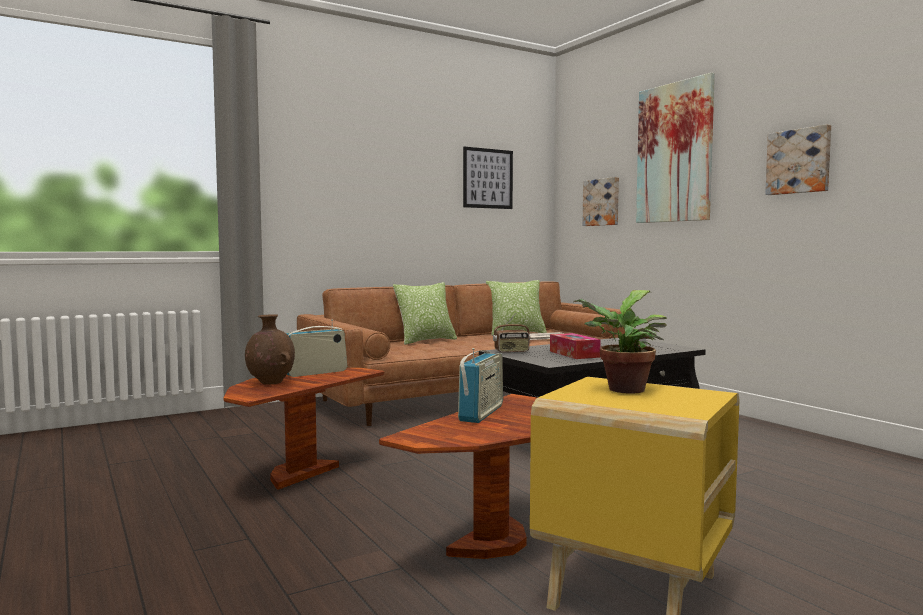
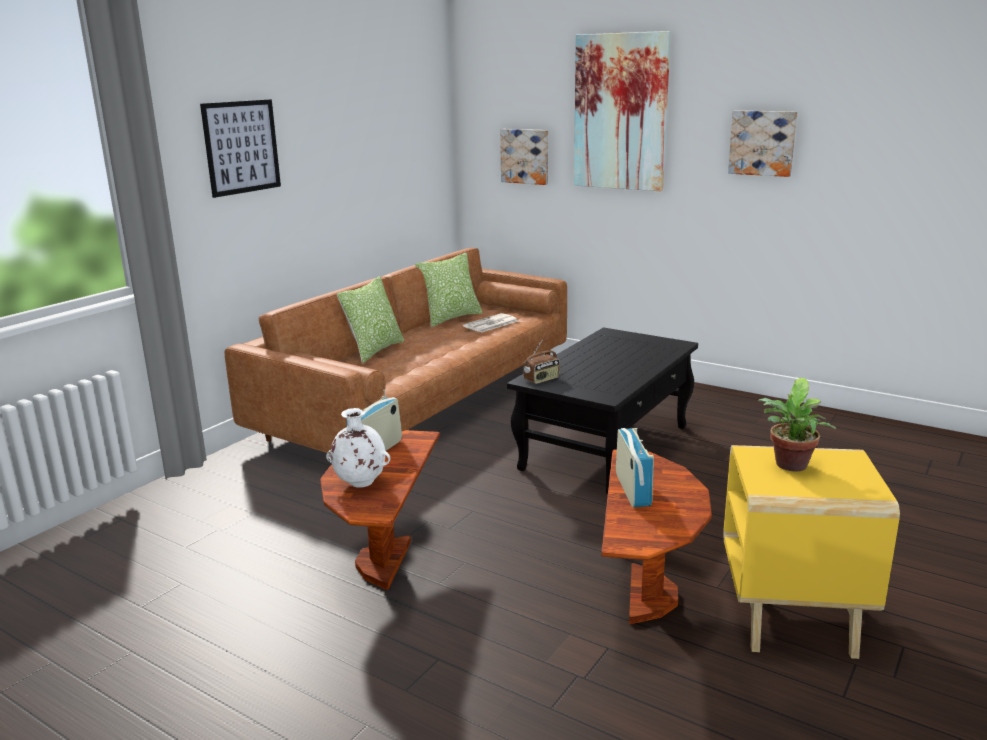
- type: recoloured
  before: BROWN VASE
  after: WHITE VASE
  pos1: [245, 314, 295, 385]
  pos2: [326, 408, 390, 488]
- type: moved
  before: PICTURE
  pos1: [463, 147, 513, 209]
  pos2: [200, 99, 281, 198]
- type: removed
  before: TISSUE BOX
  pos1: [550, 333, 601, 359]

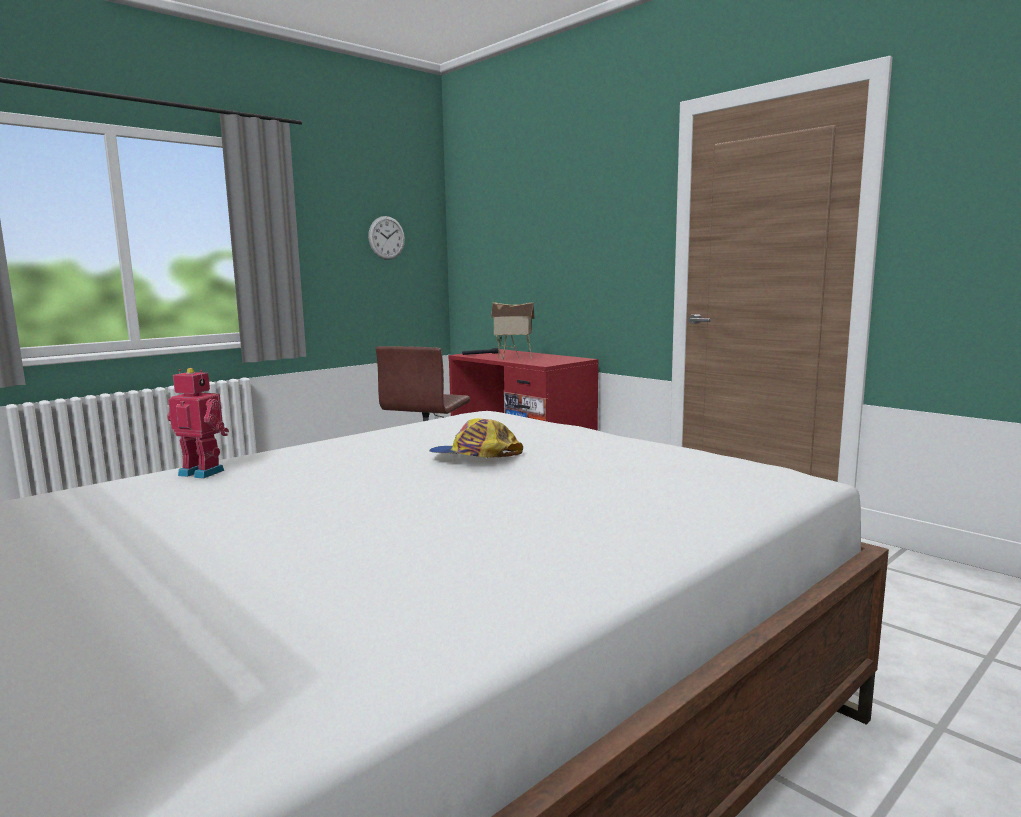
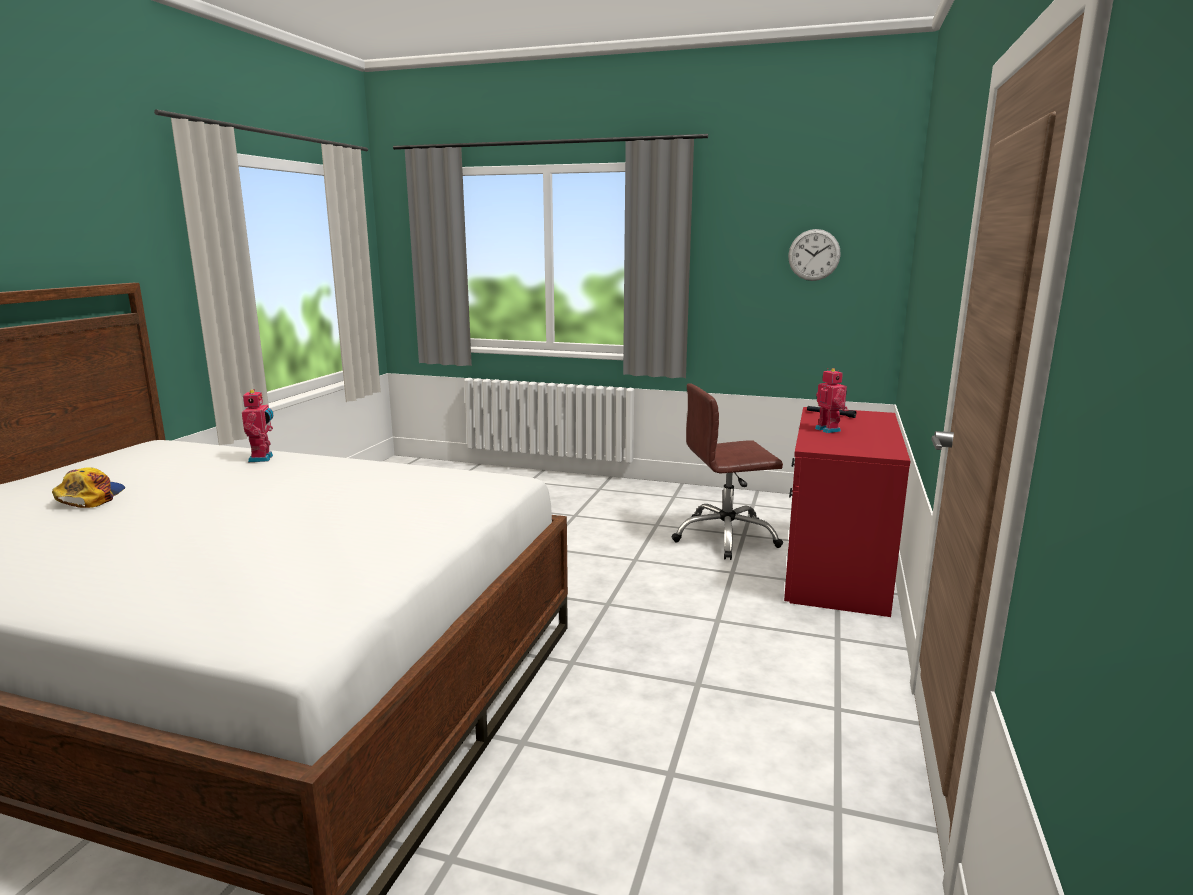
- type: moved
  before: CAP
  pos1: [429, 418, 523, 458]
  pos2: [52, 467, 125, 508]
- type: replaced
  before: TOY HOUSE
  after: TOY ROBOT
  pos1: [491, 302, 535, 360]
  pos2: [815, 368, 848, 433]

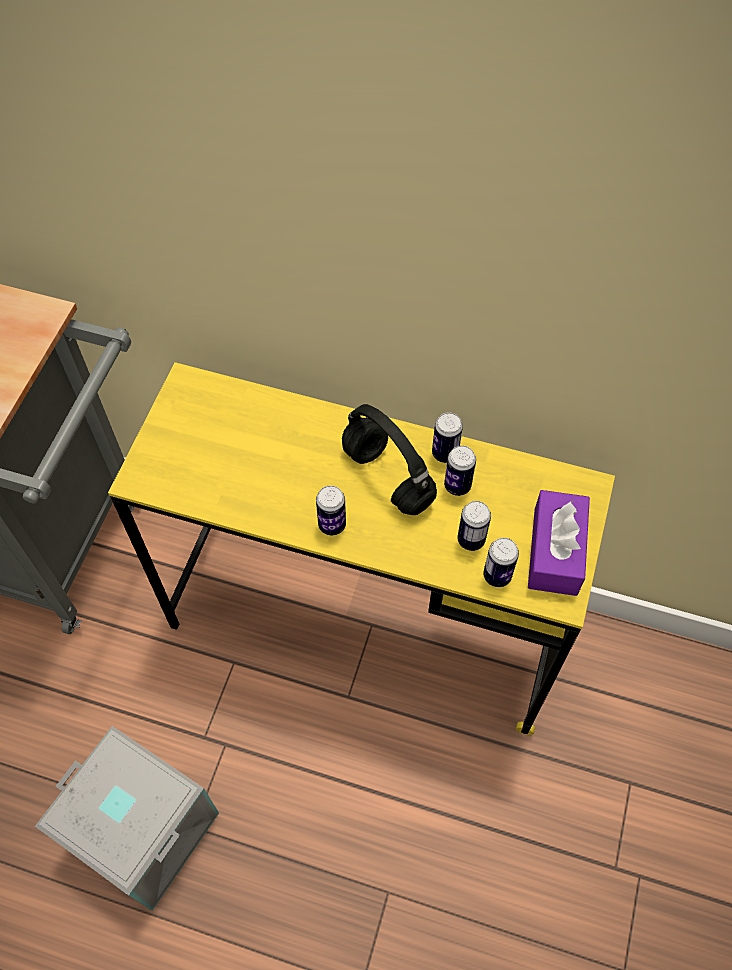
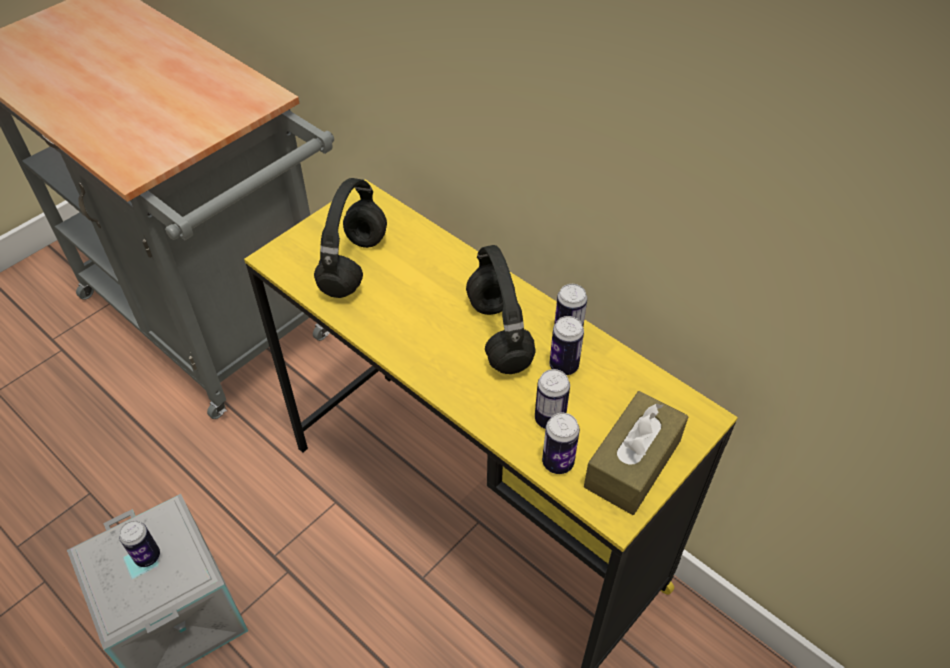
- type: moved
  before: CAN
  pos1: [316, 485, 346, 535]
  pos2: [119, 521, 160, 567]
- type: recoloured
  before: PURPLE TISSUE BOX
  after: BROWN TISSUE BOX
  pos1: [528, 490, 590, 596]
  pos2: [584, 391, 688, 515]
- type: added
  after: BLACK HEADPHONES
  pos2: [314, 178, 387, 298]

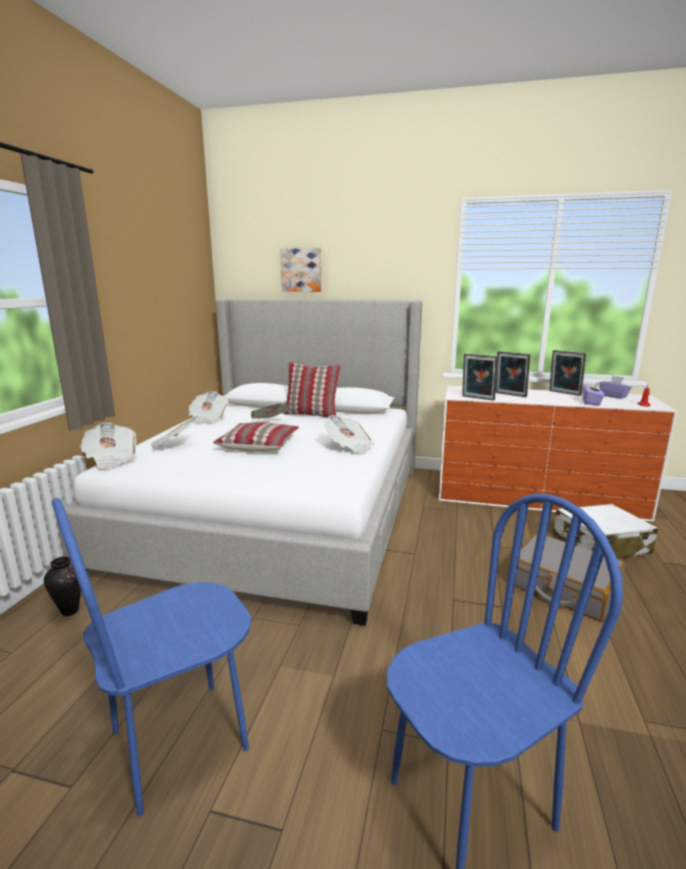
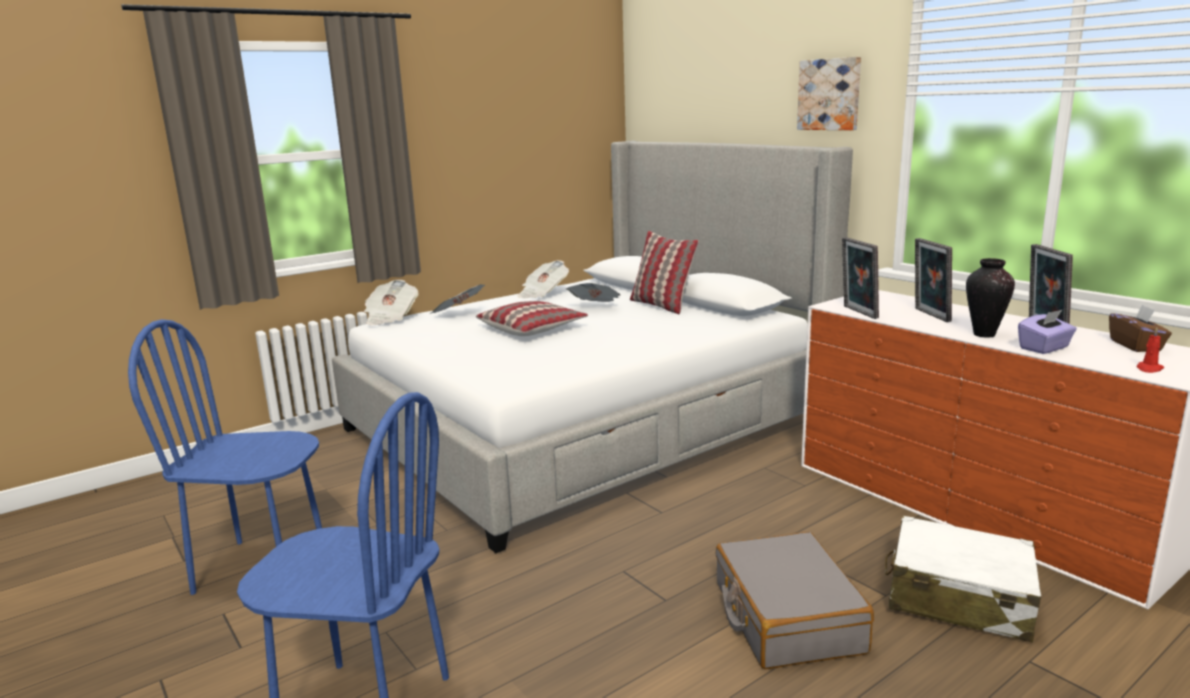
- type: moved
  before: VASE
  pos1: [44, 556, 81, 616]
  pos2: [966, 258, 1015, 338]
- type: moved
  before: PICTURE
  pos1: [280, 248, 322, 292]
  pos2: [797, 57, 861, 130]
- type: removed
  before: NEWSPAPER
  pos1: [324, 415, 374, 455]
- type: recoloured
  before: PURPLE TISSUE BOX
  after: BROWN TISSUE BOX
  pos1: [599, 376, 632, 399]
  pos2: [1109, 305, 1172, 352]

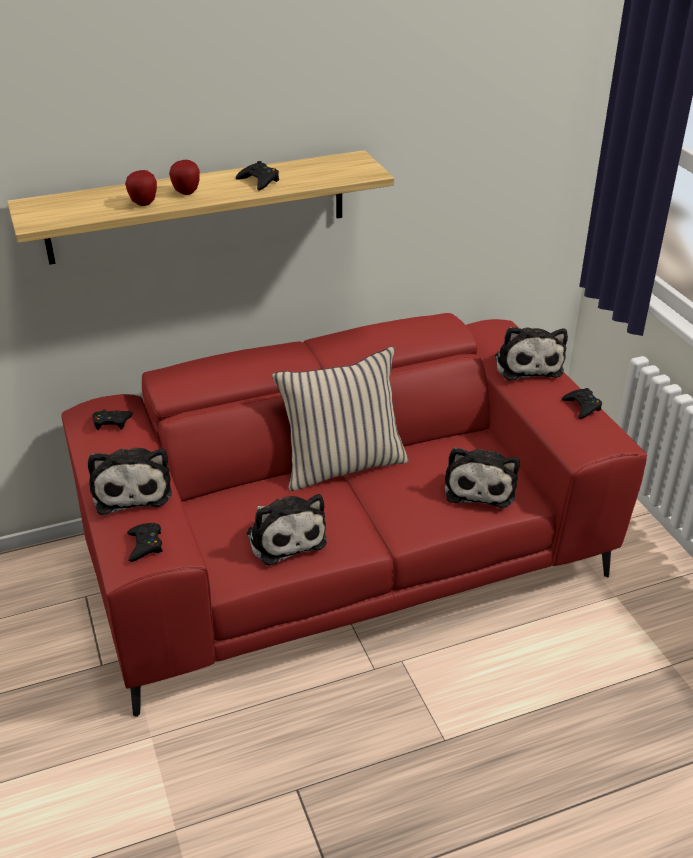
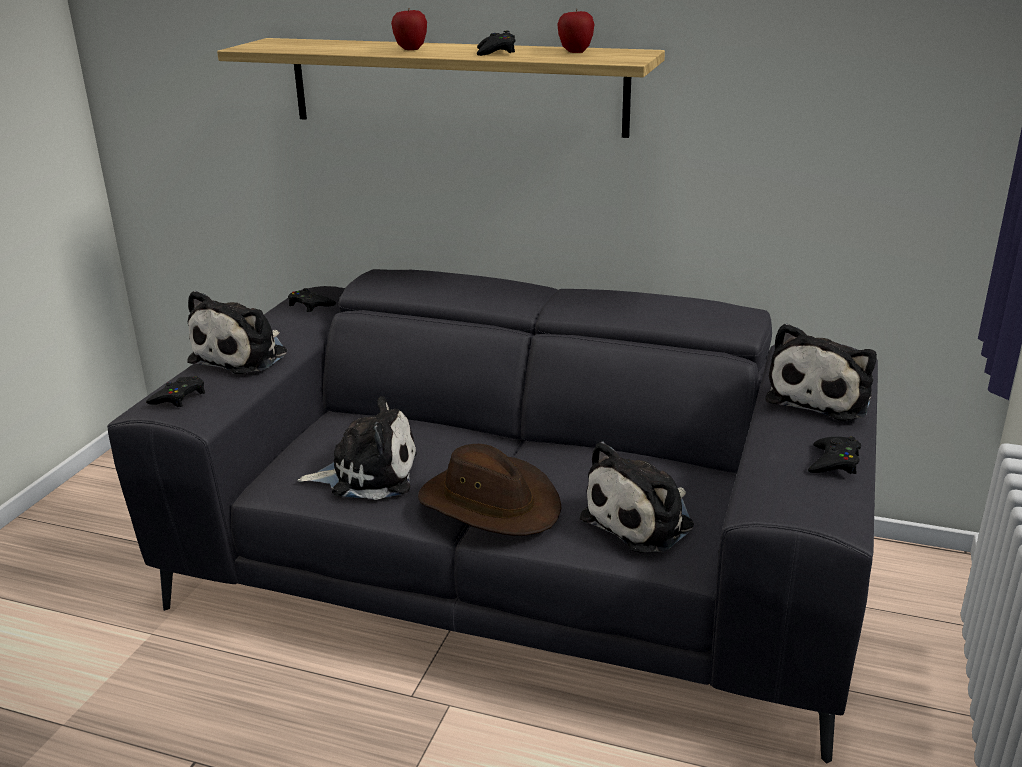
- type: recoloured
  before: RED SOFA
  after: GREY SOFA
  pos1: [61, 313, 647, 717]
  pos2: [107, 269, 878, 764]
- type: moved
  before: APPLE
  pos1: [125, 170, 157, 206]
  pos2: [557, 9, 594, 53]
- type: turned
  before: PLUSH TOY
  pos1: [247, 494, 327, 566]
  pos2: [298, 396, 416, 500]
  turn: -105
- type: removed
  before: BEIGE PILLOW
  pos1: [272, 347, 409, 491]
- type: added
  after: BROWN HAT
  pos2: [418, 444, 562, 536]

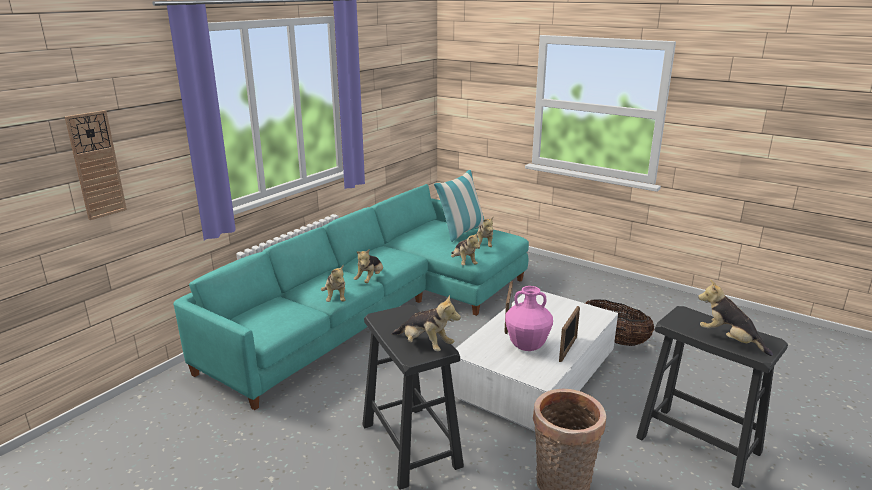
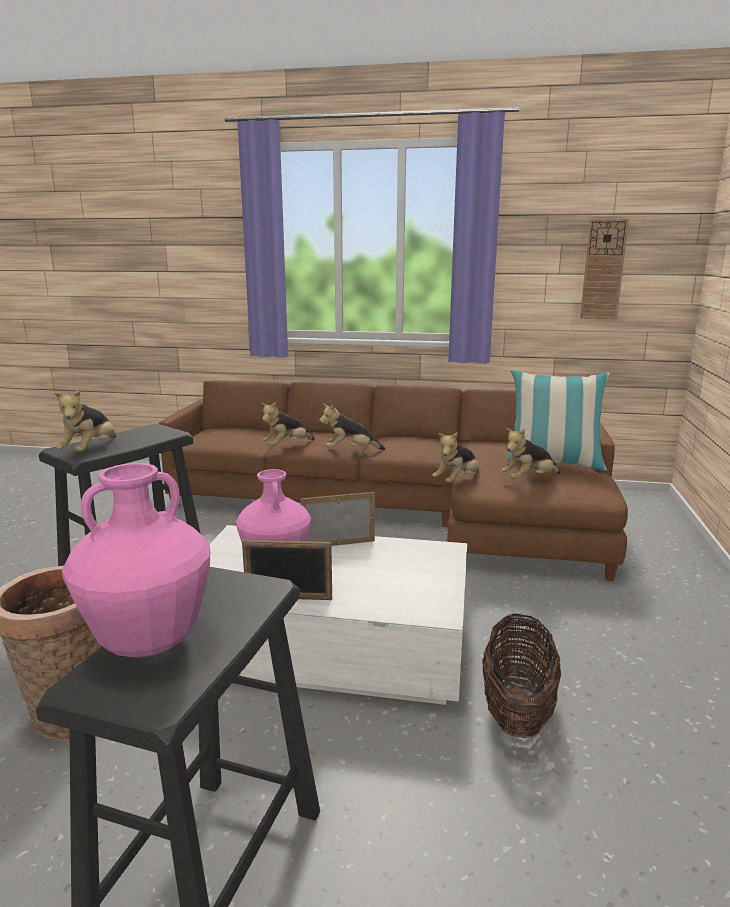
- type: moved
  before: WALL CLOCK
  pos1: [65, 110, 127, 220]
  pos2: [580, 219, 629, 319]
- type: recoloured
  before: TURQUOISE SOFA
  after: BROWN SOFA
  pos1: [173, 184, 529, 410]
  pos2: [158, 380, 628, 581]
- type: replaced
  before: PLUSH TOY
  after: PINK VASE
  pos1: [698, 279, 773, 356]
  pos2: [62, 463, 210, 658]

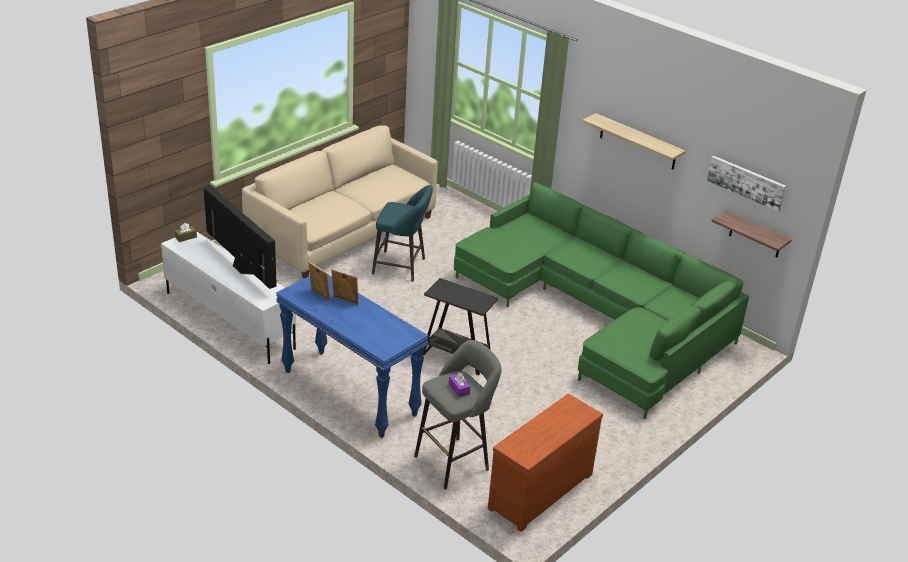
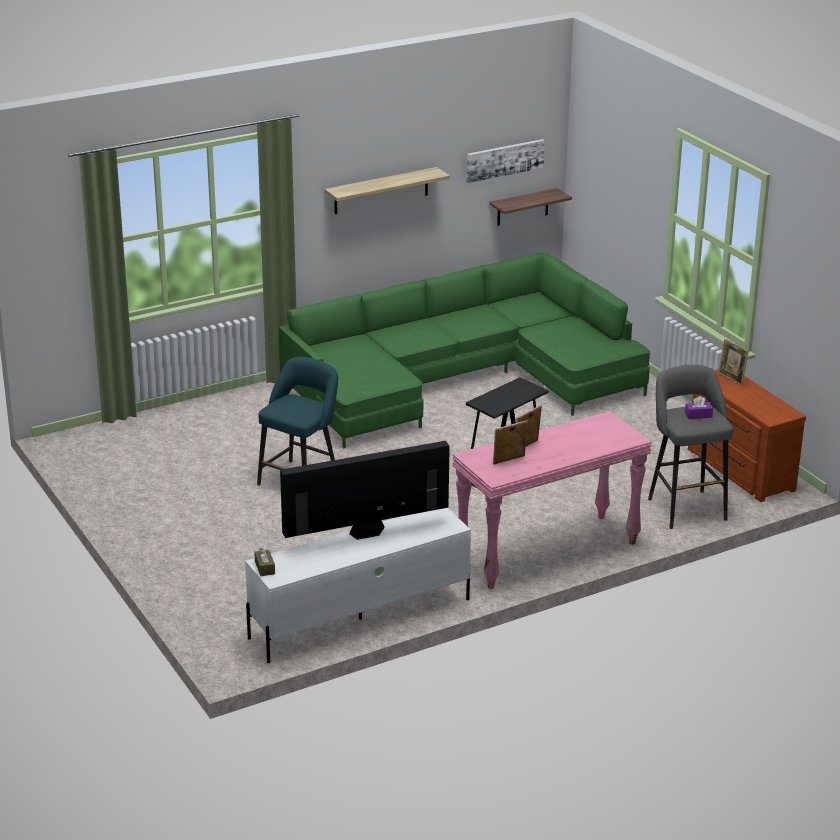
- type: removed
  before: BEIGE SOFA
  pos1: [242, 125, 438, 279]
- type: recoloured
  before: BLUE CONSOLE TABLE
  after: PINK CONSOLE TABLE
  pos1: [276, 275, 429, 438]
  pos2: [452, 411, 652, 590]
- type: added
  after: PICTURE FRAME
  pos2: [718, 339, 749, 385]

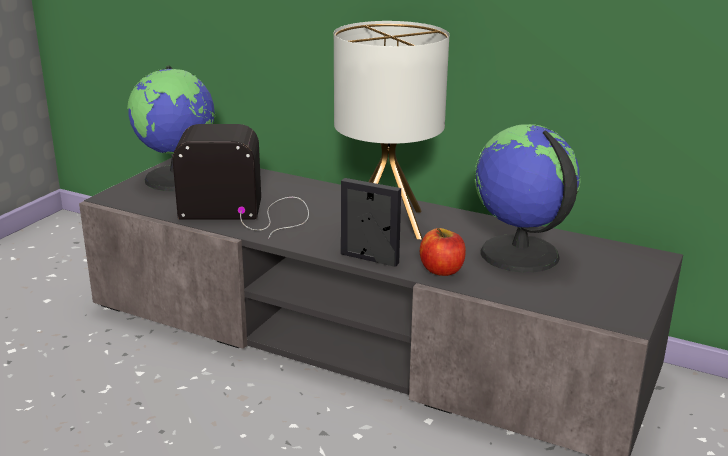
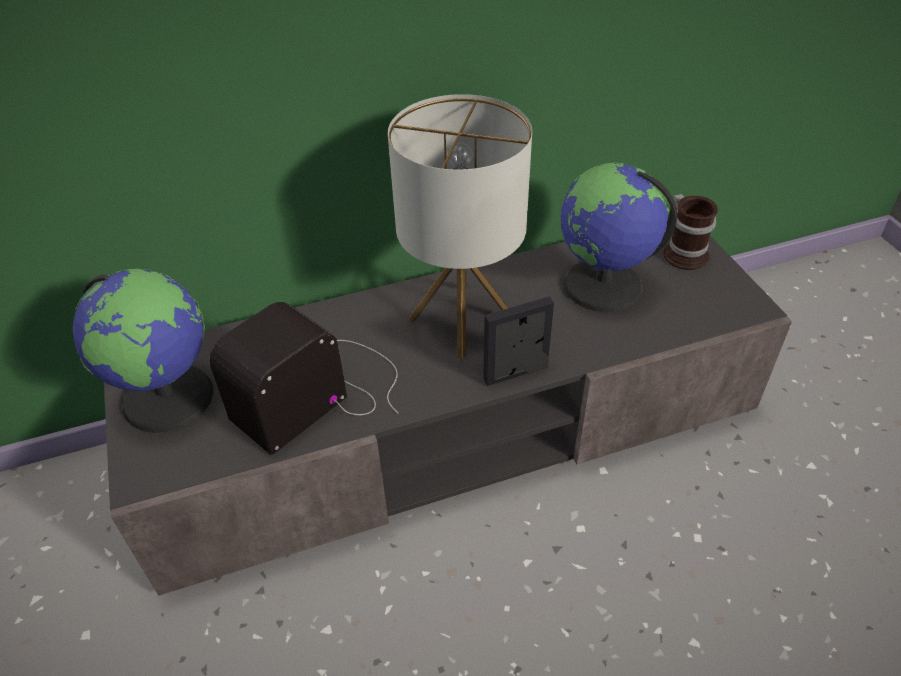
- type: removed
  before: APPLE
  pos1: [420, 228, 466, 276]
- type: added
  after: MUG
  pos2: [663, 194, 718, 270]

